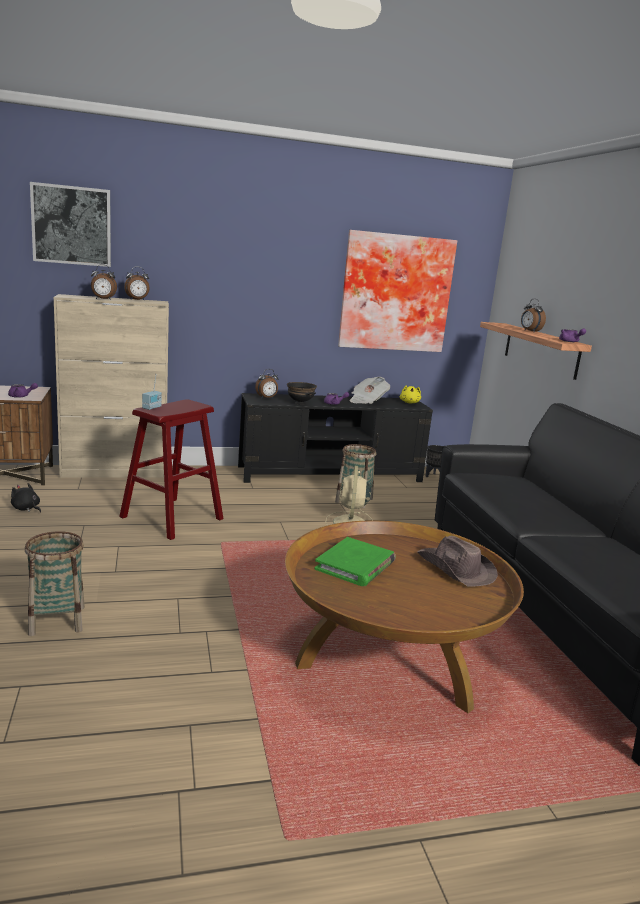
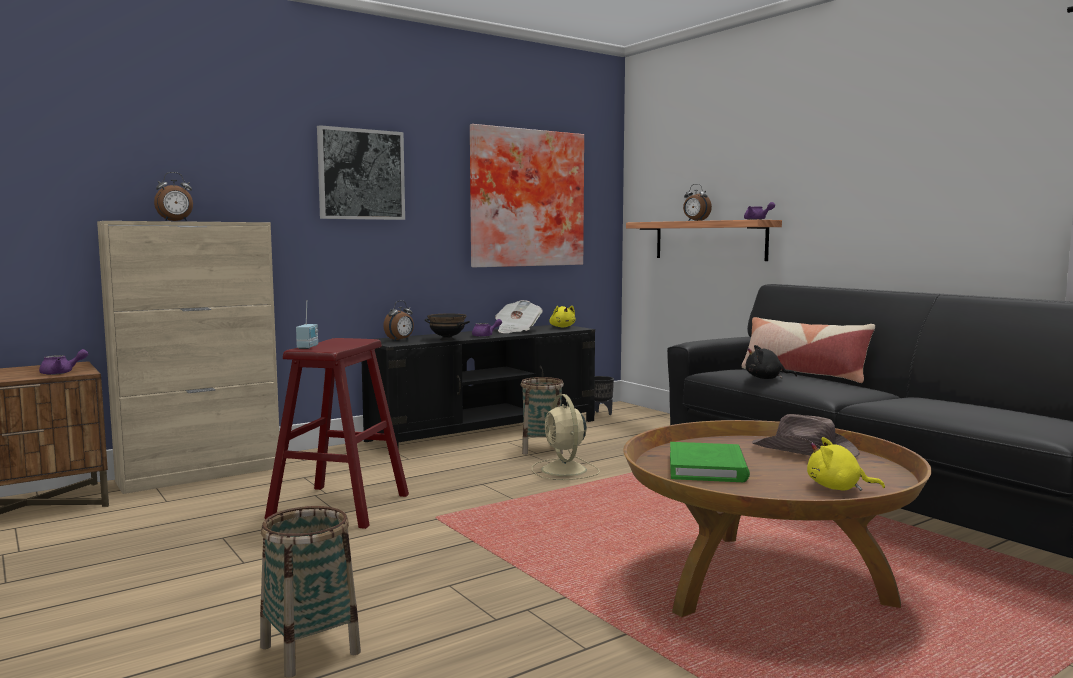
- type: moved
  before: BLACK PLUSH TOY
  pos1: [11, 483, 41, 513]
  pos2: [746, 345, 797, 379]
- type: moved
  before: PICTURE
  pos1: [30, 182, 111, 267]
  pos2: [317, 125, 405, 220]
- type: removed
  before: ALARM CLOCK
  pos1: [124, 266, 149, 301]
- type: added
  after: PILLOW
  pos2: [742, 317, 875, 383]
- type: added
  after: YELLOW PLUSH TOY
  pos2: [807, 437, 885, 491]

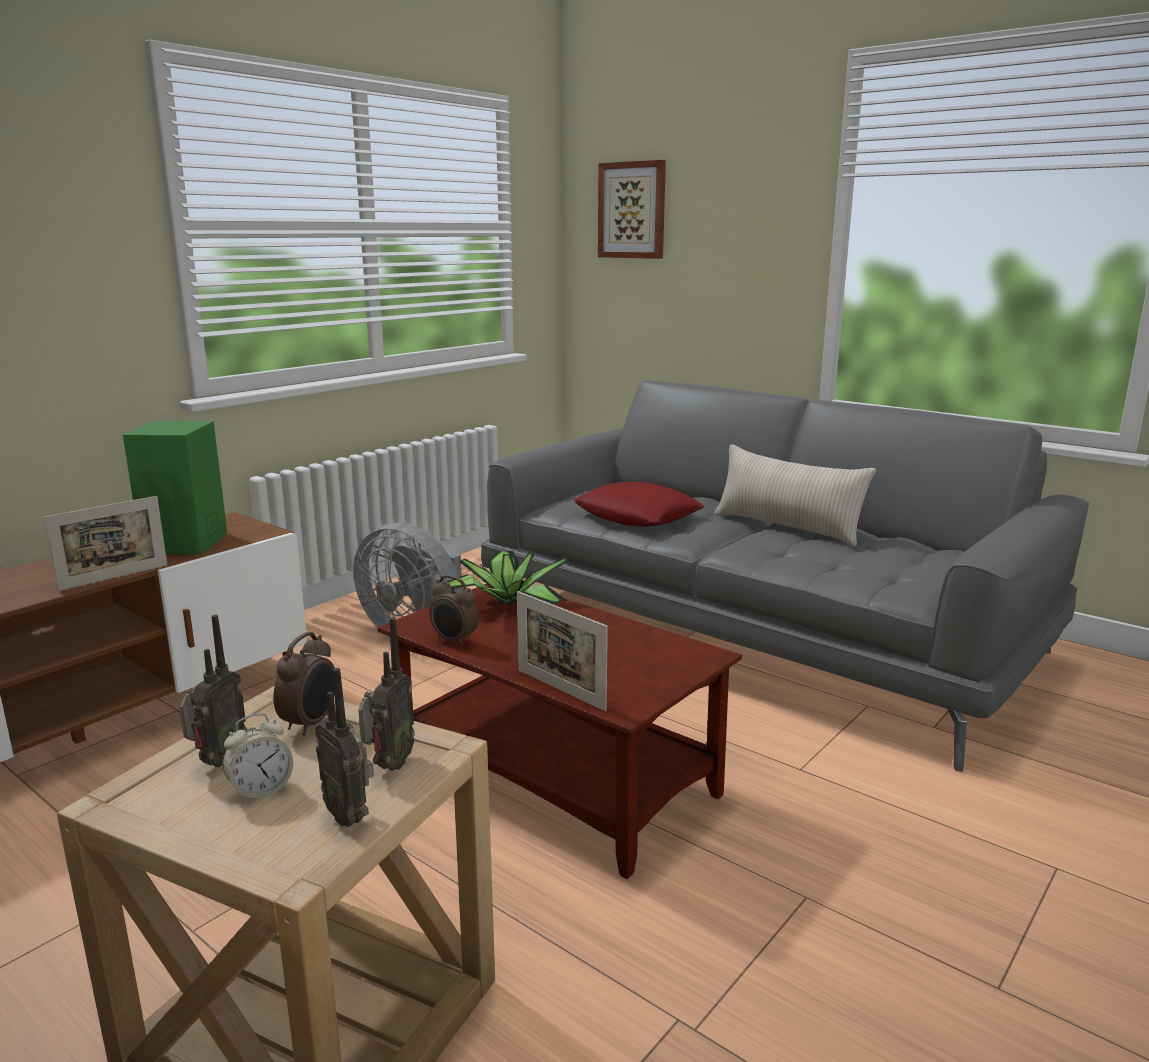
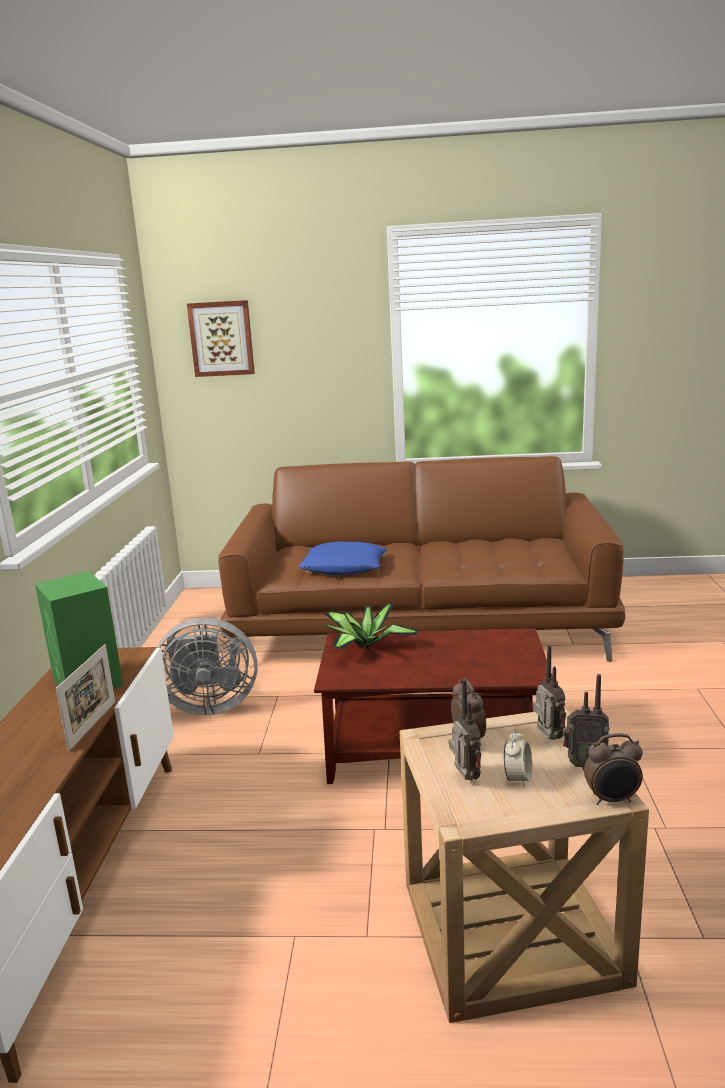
- type: moved
  before: ALARM CLOCK
  pos1: [429, 575, 479, 647]
  pos2: [584, 733, 643, 805]
- type: recoloured
  before: GREY SOFA
  after: BROWN SOFA
  pos1: [481, 380, 1089, 772]
  pos2: [218, 456, 625, 667]
- type: removed
  before: PICTURE FRAME
  pos1: [517, 591, 608, 711]
- type: recoloured
  before: RED PILLOW
  after: BLUE PILLOW
  pos1: [573, 482, 705, 527]
  pos2: [299, 542, 387, 575]
- type: removed
  before: BEIGE PILLOW
  pos1: [714, 444, 876, 547]

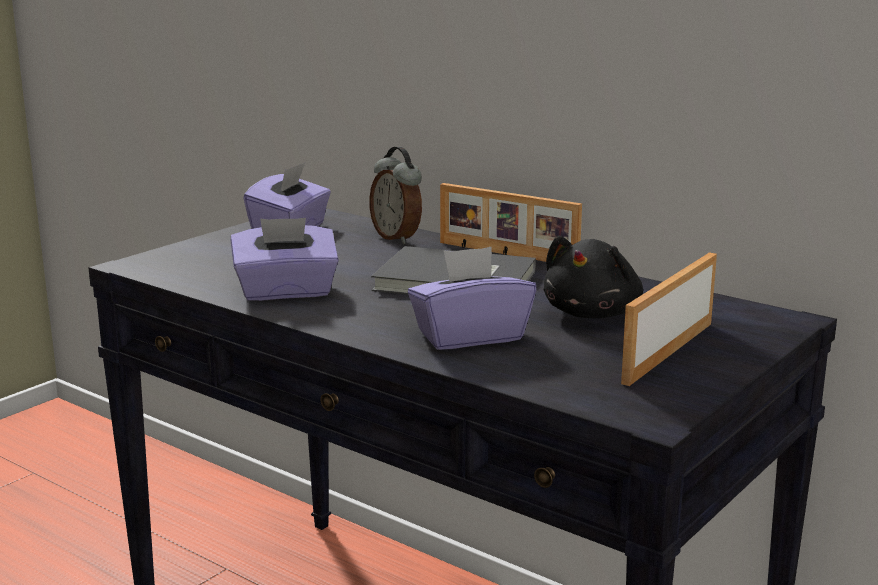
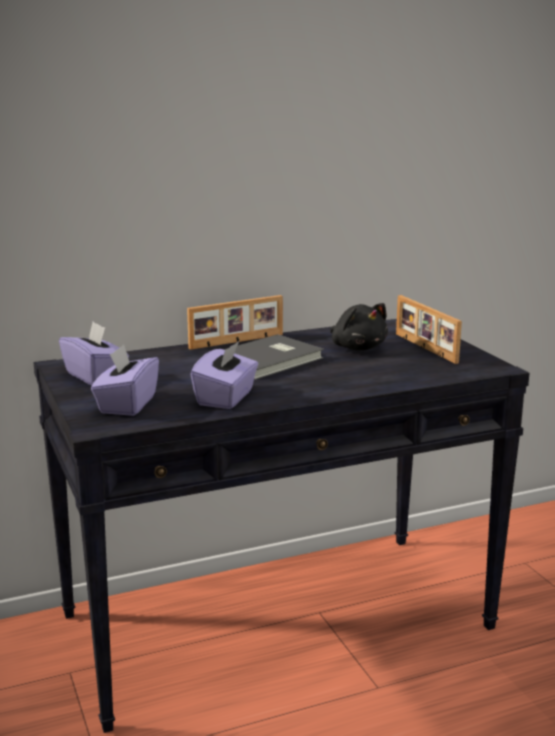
- type: removed
  before: ALARM CLOCK
  pos1: [369, 147, 422, 244]
- type: moved
  before: PURPLE TISSUE BOX
  pos1: [408, 247, 537, 350]
  pos2: [91, 344, 159, 416]

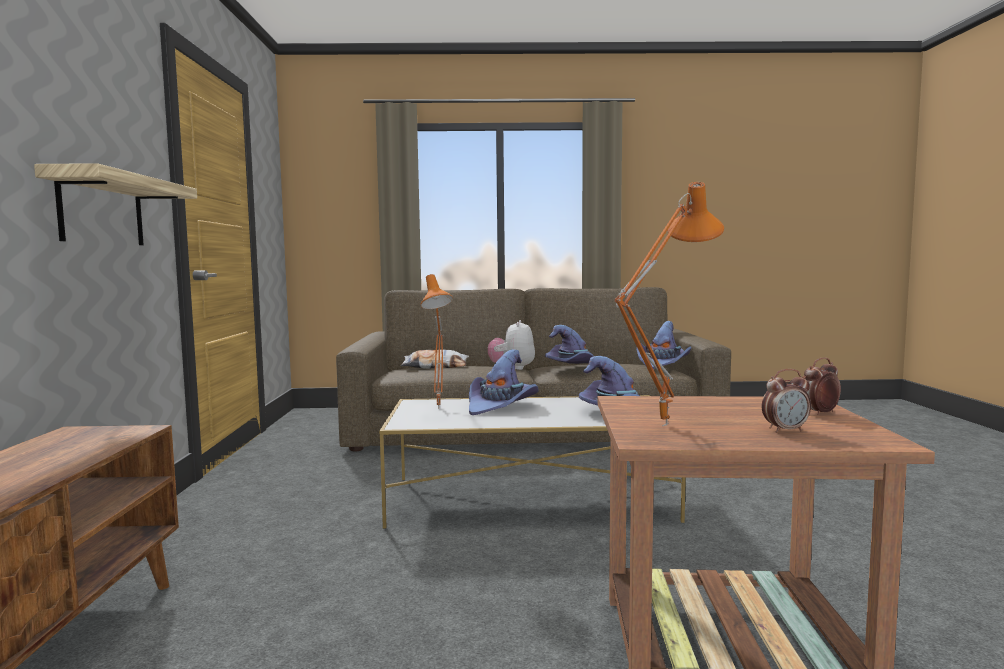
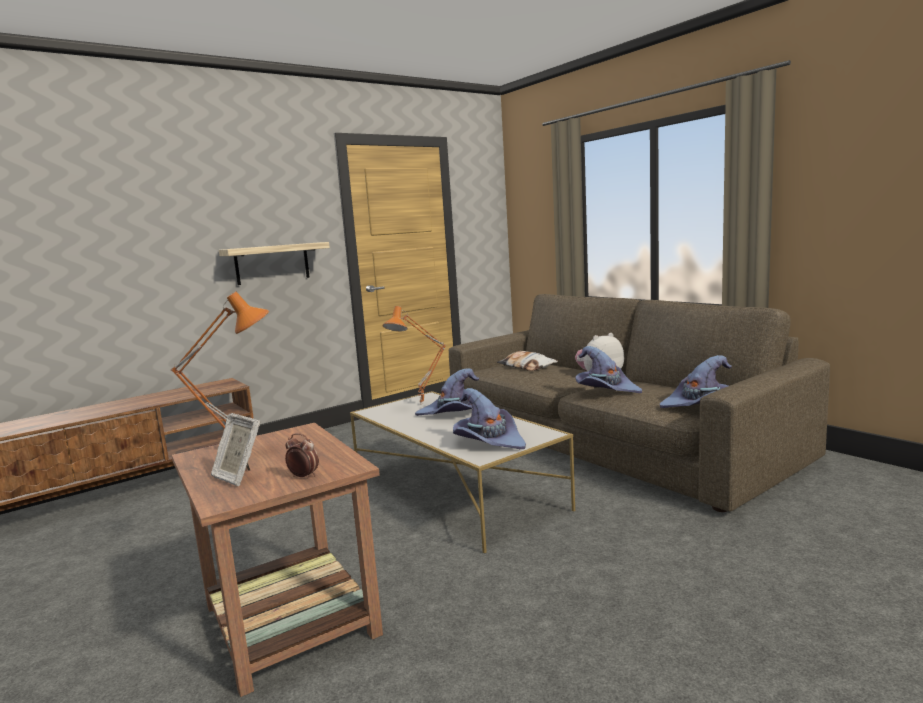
- type: replaced
  before: ALARM CLOCK
  after: PICTURE FRAME
  pos1: [762, 369, 811, 433]
  pos2: [211, 413, 261, 486]

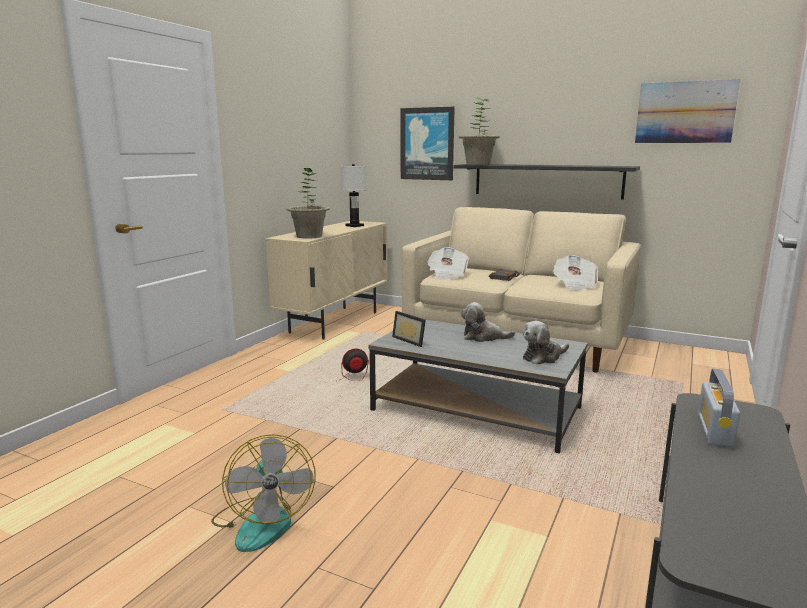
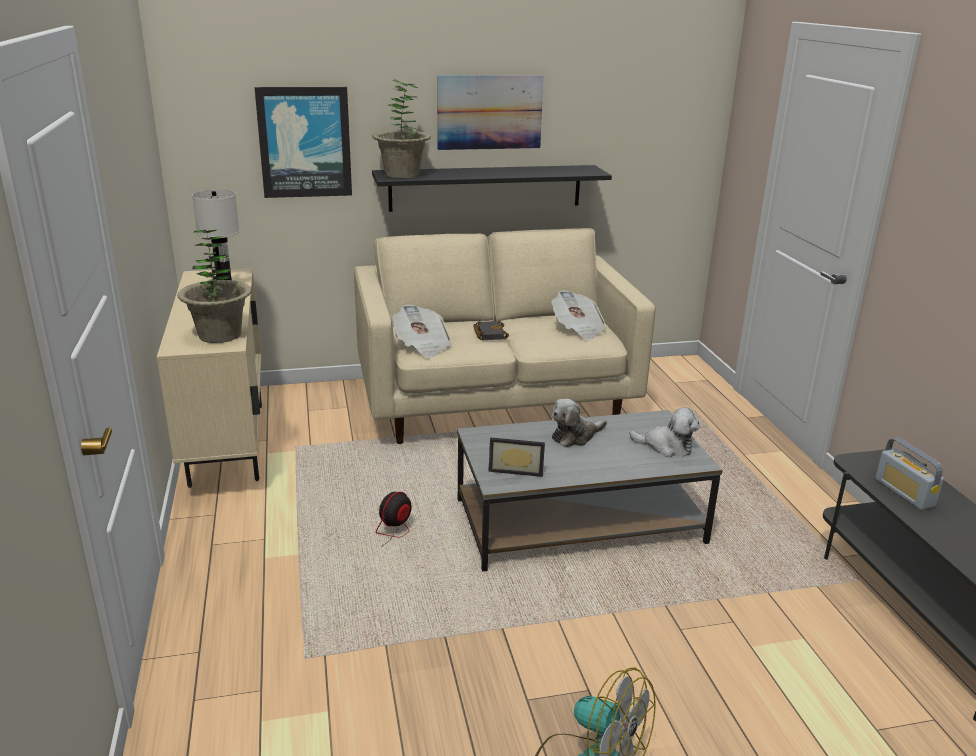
- type: turned
  before: PLUSH TOY
  pos1: [523, 321, 569, 365]
  pos2: [629, 407, 700, 457]
  turn: -90
- type: moved
  before: PICTURE
  pos1: [635, 79, 740, 143]
  pos2: [437, 75, 544, 150]

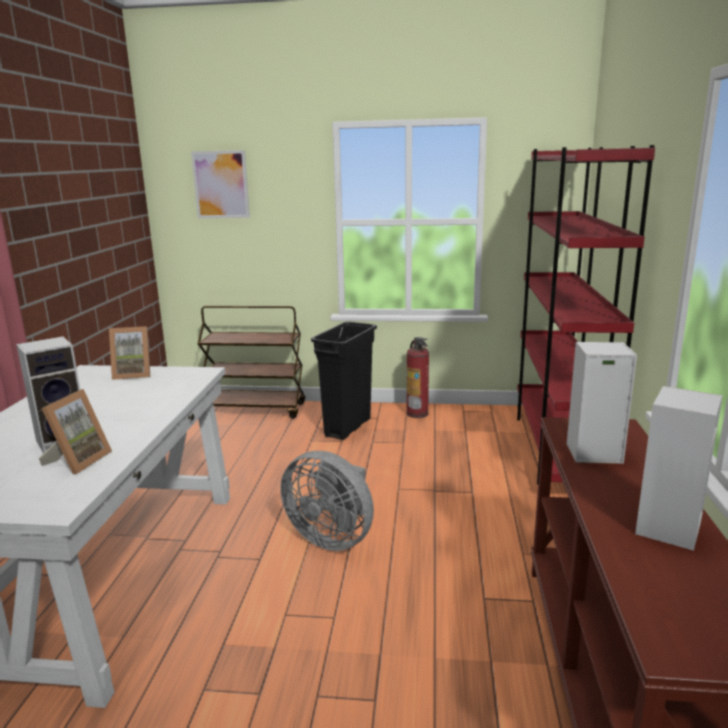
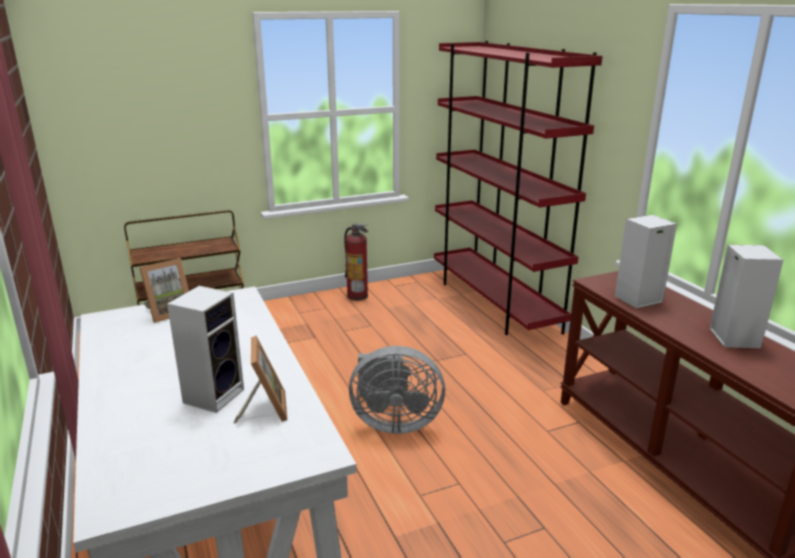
- type: removed
  before: PICTURE
  pos1: [191, 150, 250, 218]
- type: removed
  before: BLACK TRASH CAN
  pos1: [311, 322, 377, 440]

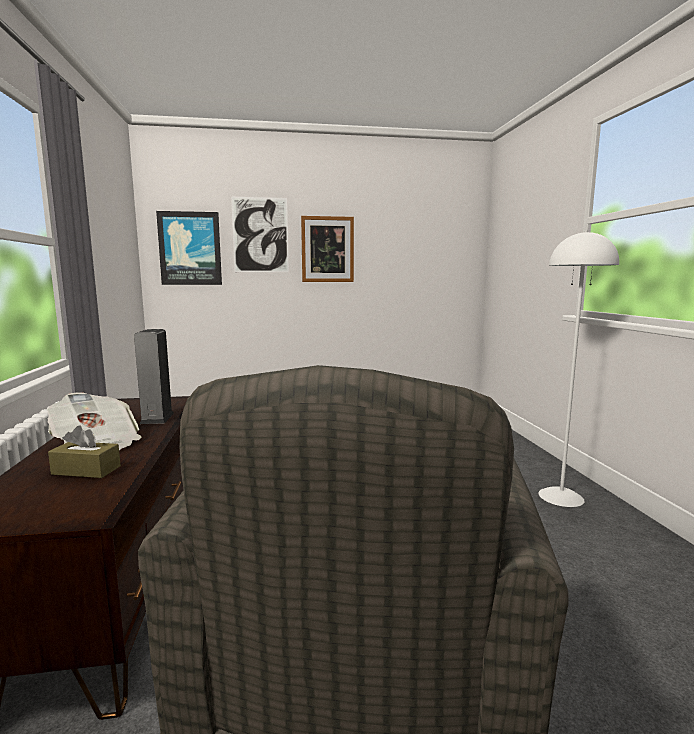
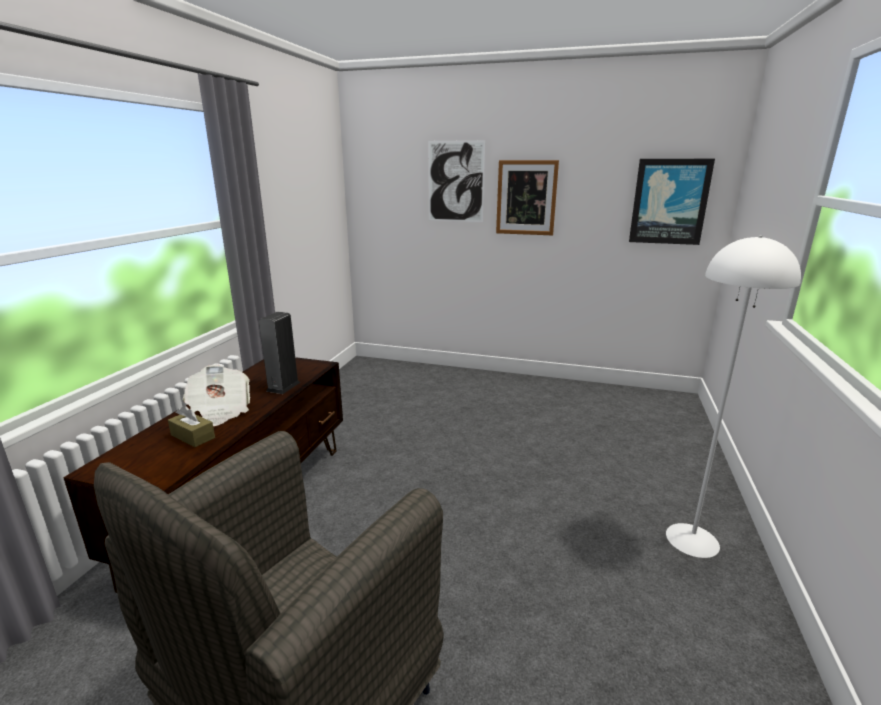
- type: moved
  before: PICTURE
  pos1: [156, 211, 222, 285]
  pos2: [629, 159, 715, 245]

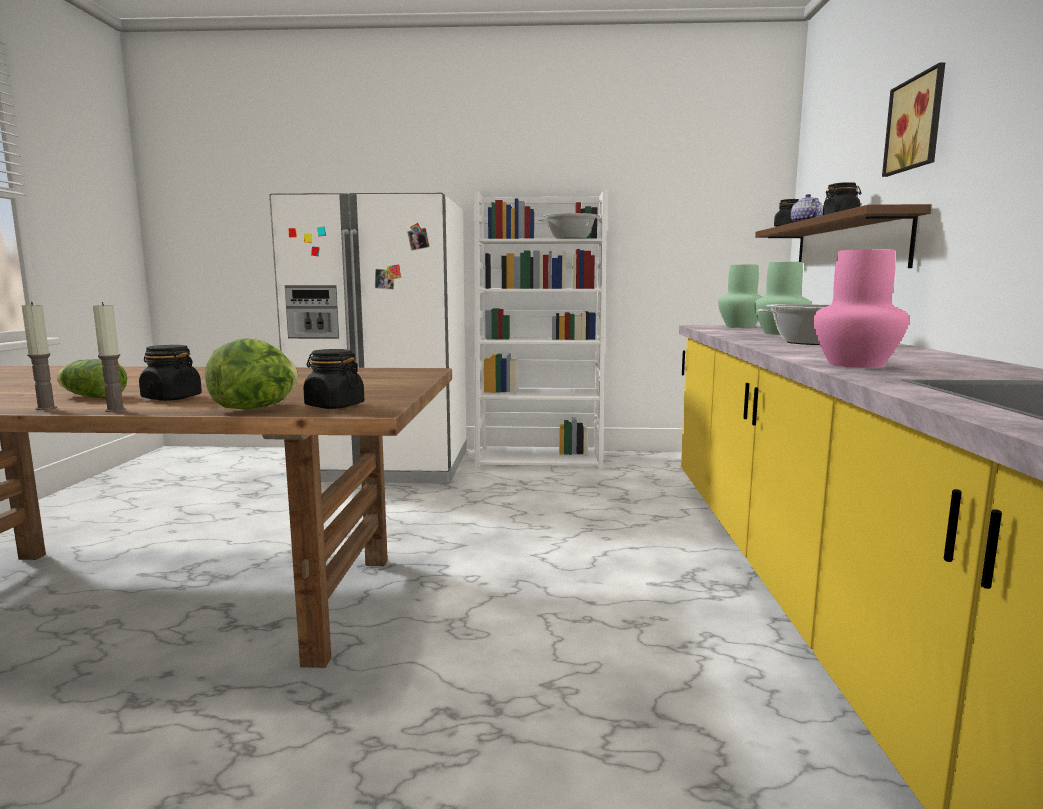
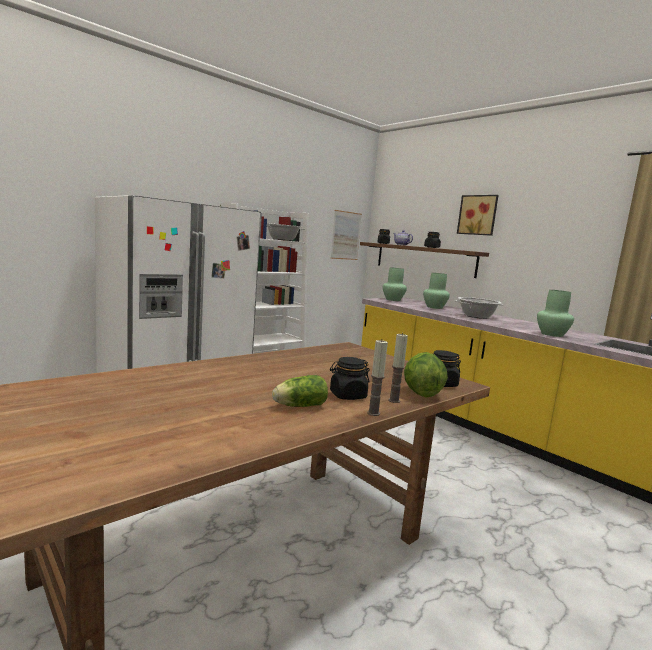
- type: moved
  before: CANDLE
  pos1: [22, 302, 57, 410]
  pos2: [388, 333, 408, 403]
- type: recoloured
  before: PINK VASE
  after: GREEN VASE
  pos1: [813, 249, 909, 368]
  pos2: [537, 290, 574, 337]
- type: added
  after: PICTURE
  pos2: [330, 210, 362, 260]

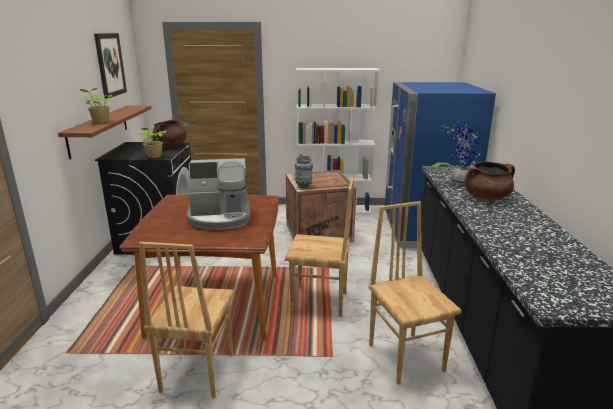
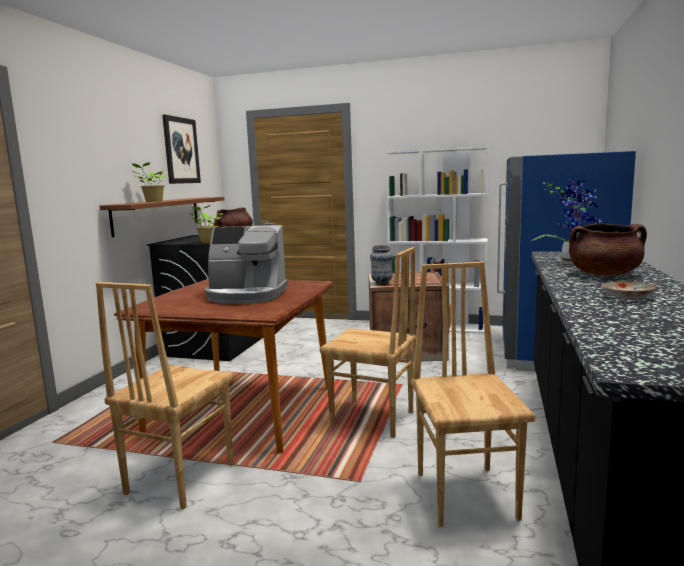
- type: added
  after: PLATE
  pos2: [601, 281, 656, 300]

